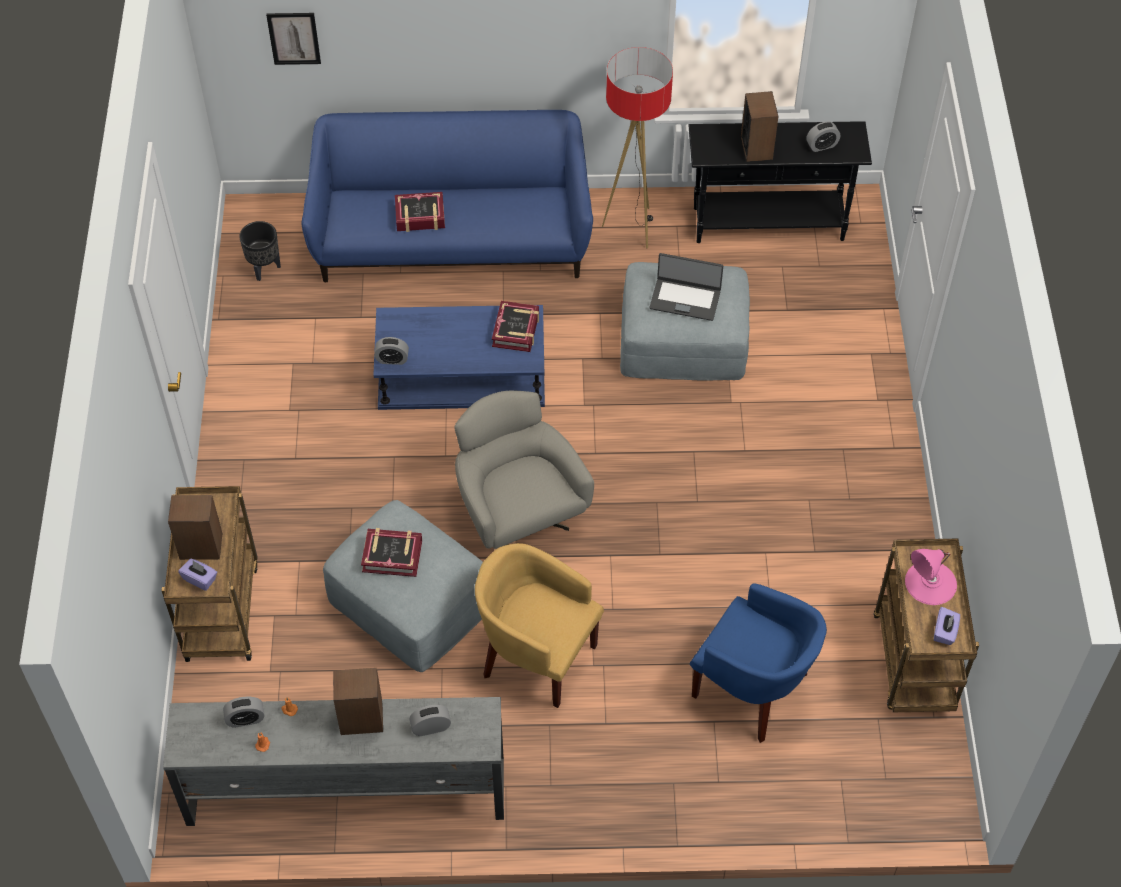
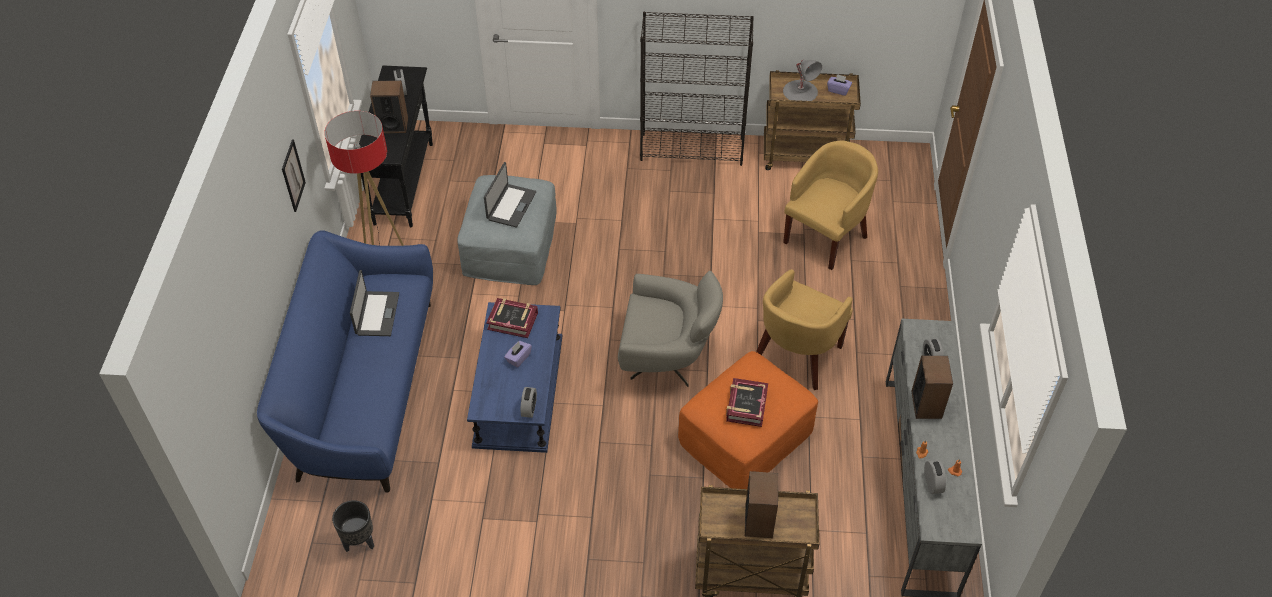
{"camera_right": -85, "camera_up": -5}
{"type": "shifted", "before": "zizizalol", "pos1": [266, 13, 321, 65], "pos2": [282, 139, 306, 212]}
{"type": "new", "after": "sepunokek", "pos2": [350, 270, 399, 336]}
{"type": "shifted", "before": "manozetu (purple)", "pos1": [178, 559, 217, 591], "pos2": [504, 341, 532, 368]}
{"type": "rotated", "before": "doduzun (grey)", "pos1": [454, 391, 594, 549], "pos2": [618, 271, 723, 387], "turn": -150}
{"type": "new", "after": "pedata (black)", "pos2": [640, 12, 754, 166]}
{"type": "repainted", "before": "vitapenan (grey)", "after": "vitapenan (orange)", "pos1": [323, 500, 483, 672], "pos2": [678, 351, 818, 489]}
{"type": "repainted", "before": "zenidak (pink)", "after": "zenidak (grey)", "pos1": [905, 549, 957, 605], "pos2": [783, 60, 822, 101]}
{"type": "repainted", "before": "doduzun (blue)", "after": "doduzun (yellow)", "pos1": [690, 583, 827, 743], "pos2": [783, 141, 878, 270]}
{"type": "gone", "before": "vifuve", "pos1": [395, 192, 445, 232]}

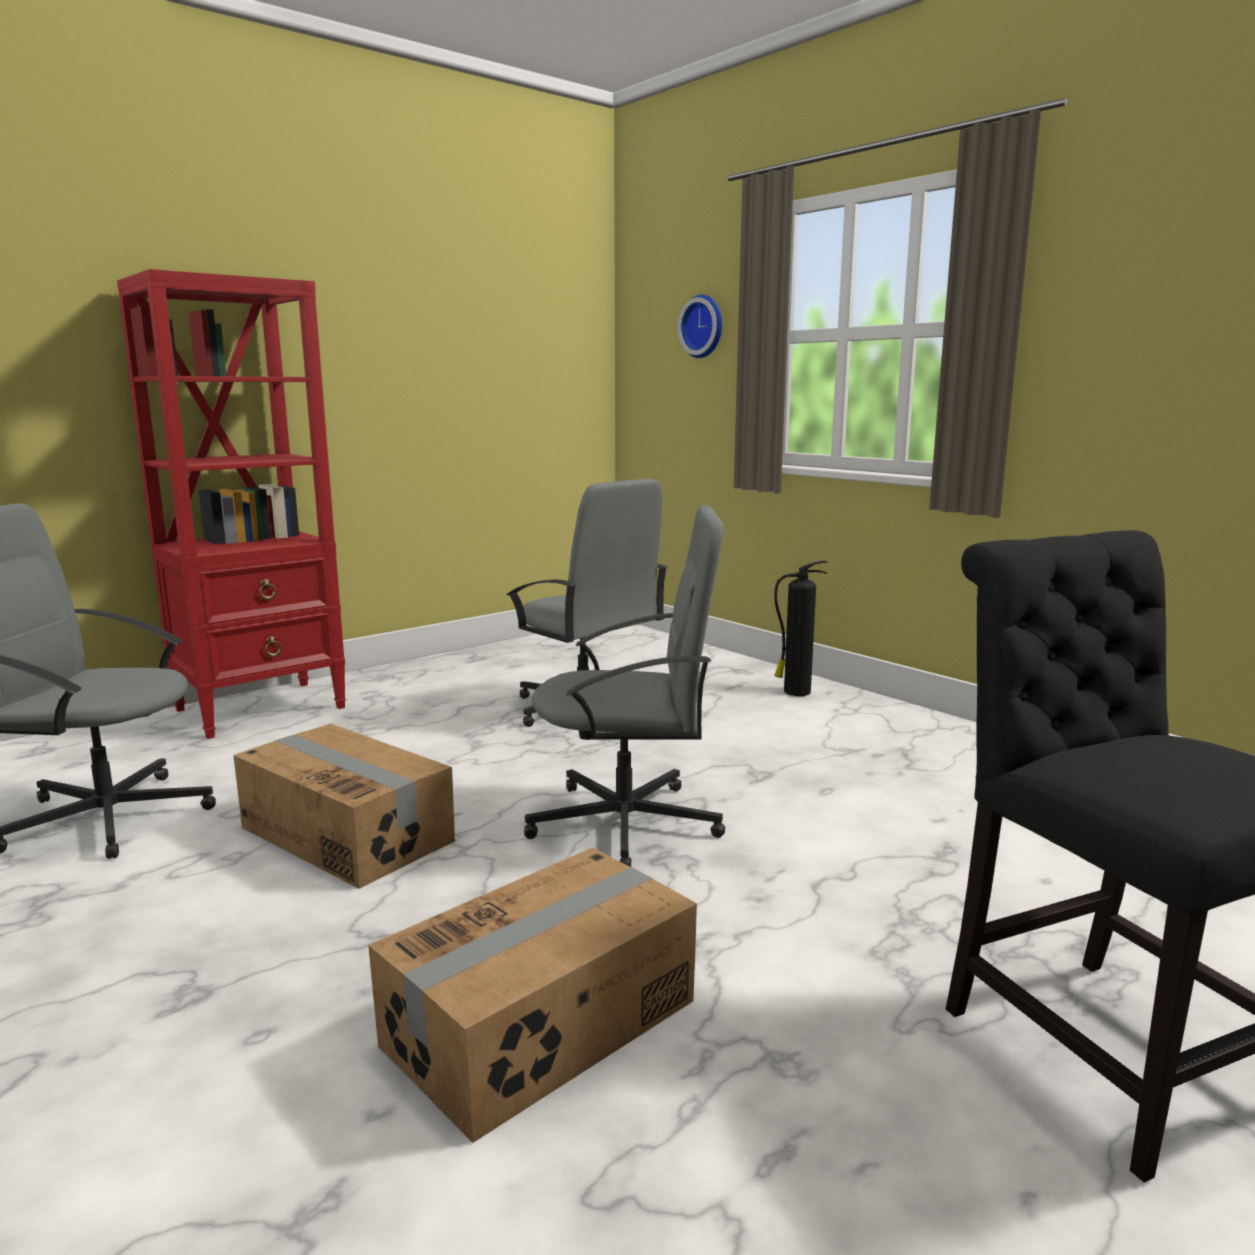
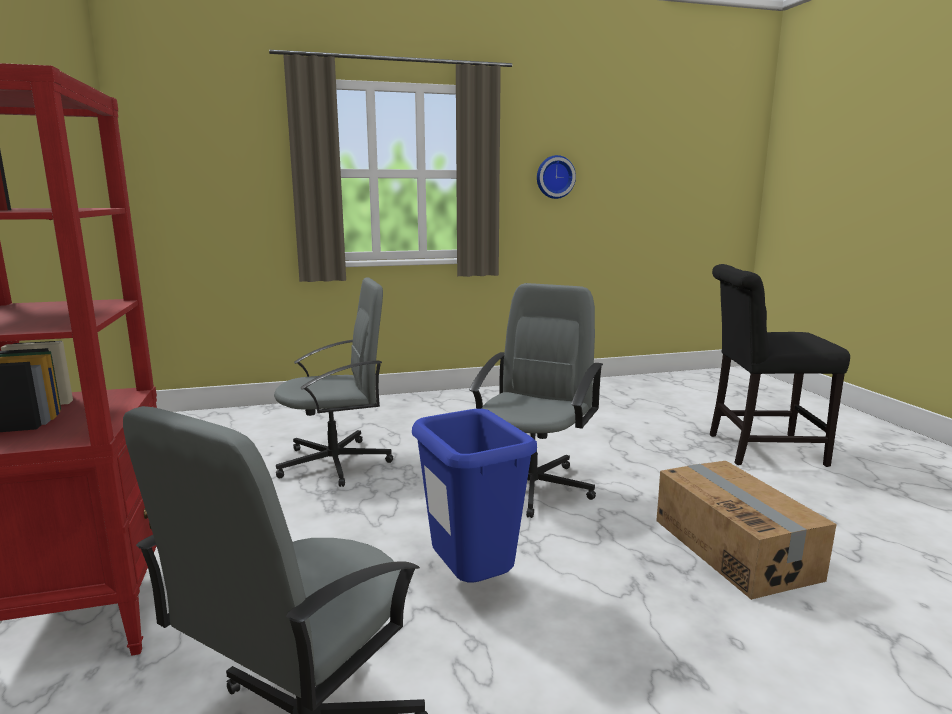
{"camera_right": -65, "camera_up": 0}
{"type": "swapped", "before": "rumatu", "after": "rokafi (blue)", "pos1": [233, 724, 455, 889], "pos2": [412, 409, 537, 583]}
{"type": "shifted", "before": "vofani", "pos1": [677, 294, 722, 358], "pos2": [537, 155, 576, 199]}
{"type": "gone", "before": "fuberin", "pos1": [774, 561, 827, 696]}

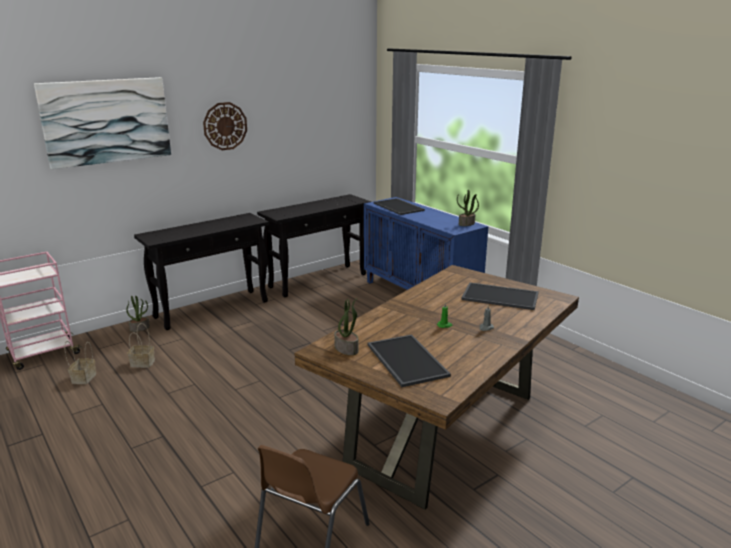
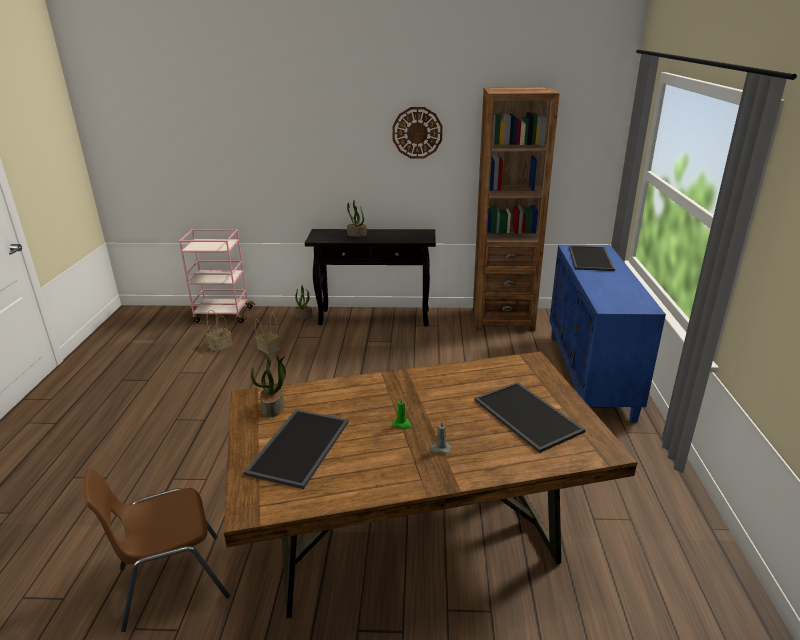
{"camera_right": 40, "camera_up": 5}
{"type": "shifted", "before": "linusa", "pos1": [457, 190, 479, 226], "pos2": [347, 200, 367, 237]}
{"type": "swapped", "before": "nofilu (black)", "after": "pedata (brown)", "pos1": [257, 194, 371, 298], "pos2": [473, 87, 560, 331]}
{"type": "gone", "before": "zizizalol", "pos1": [34, 77, 171, 169]}

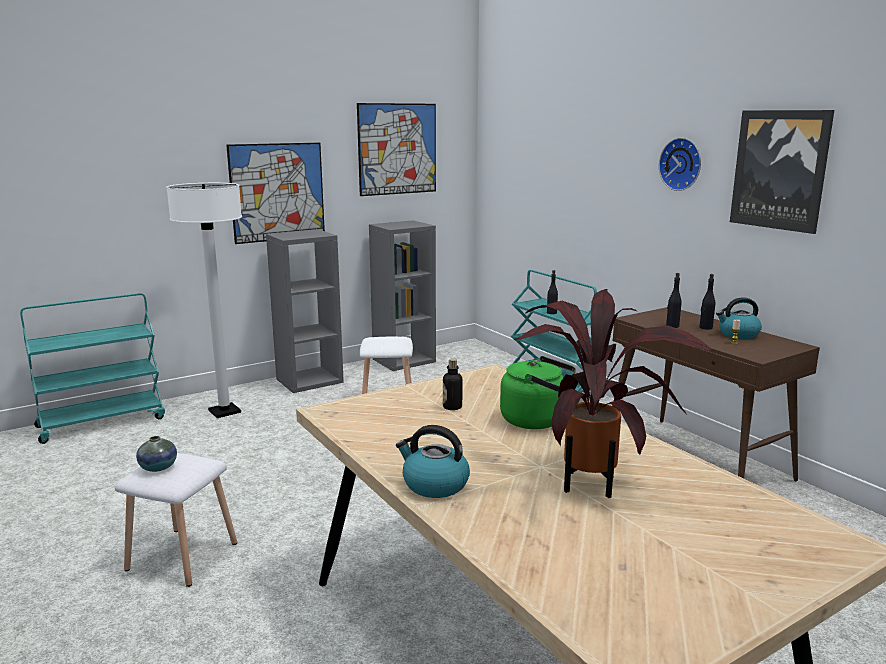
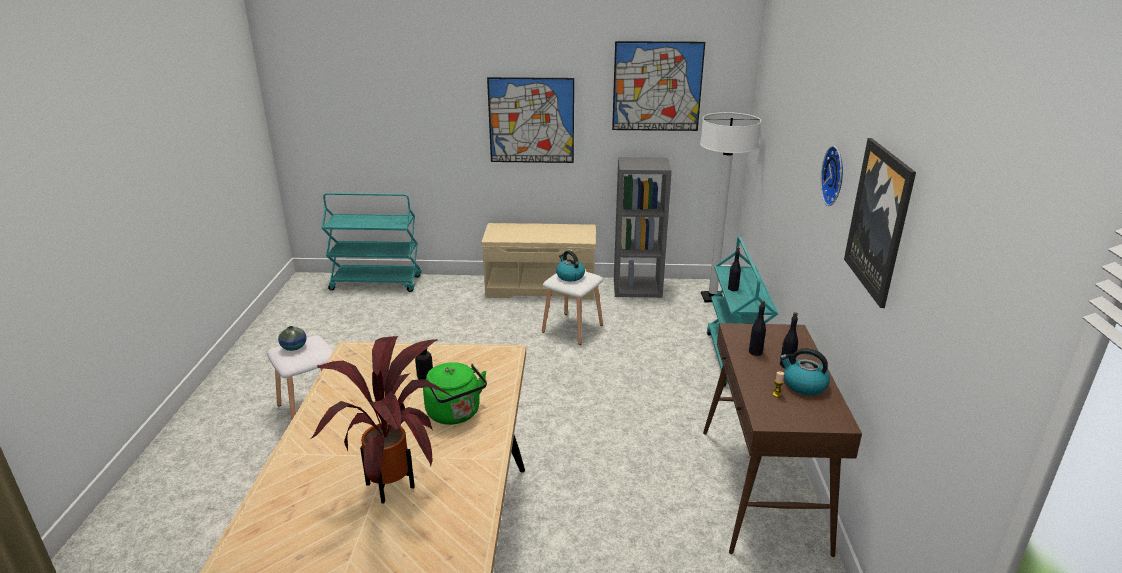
{"camera_right": 35, "camera_up": 10}
{"type": "swapped", "before": "pedata (grey)", "after": "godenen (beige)", "pos1": [266, 229, 344, 393], "pos2": [482, 223, 596, 300]}
{"type": "shifted", "before": "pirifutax", "pos1": [396, 425, 470, 498], "pos2": [556, 250, 585, 281]}
{"type": "shifted", "before": "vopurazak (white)", "pos1": [166, 183, 242, 418], "pos2": [700, 112, 761, 302]}

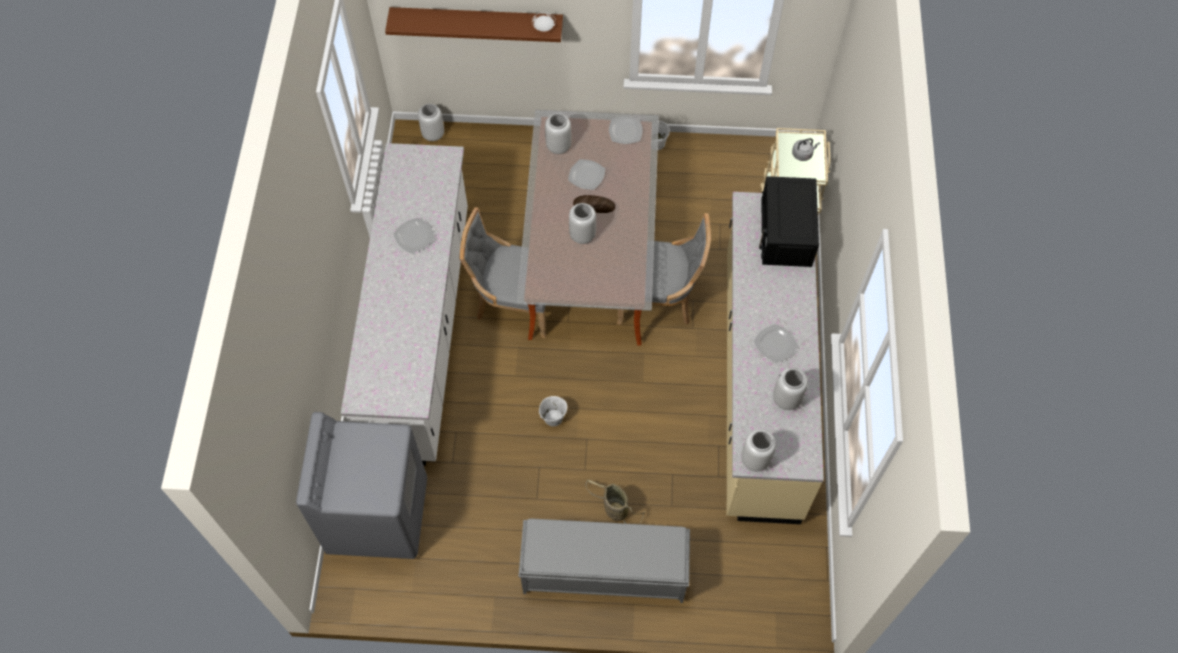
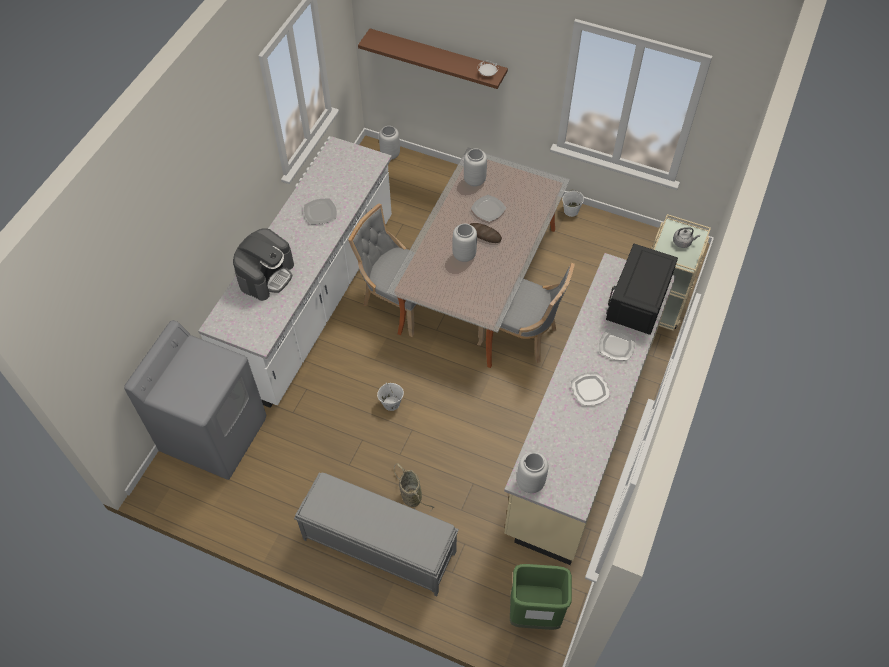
{"camera_right": 20, "camera_up": -5}
{"type": "new", "after": "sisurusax", "pos2": [233, 228, 294, 301]}
{"type": "new", "after": "rokafi (green)", "pos2": [510, 564, 572, 630]}
{"type": "shifted", "before": "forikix", "pos1": [609, 116, 643, 144], "pos2": [599, 329, 635, 360]}
{"type": "gone", "before": "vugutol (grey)", "pos1": [773, 368, 808, 410]}

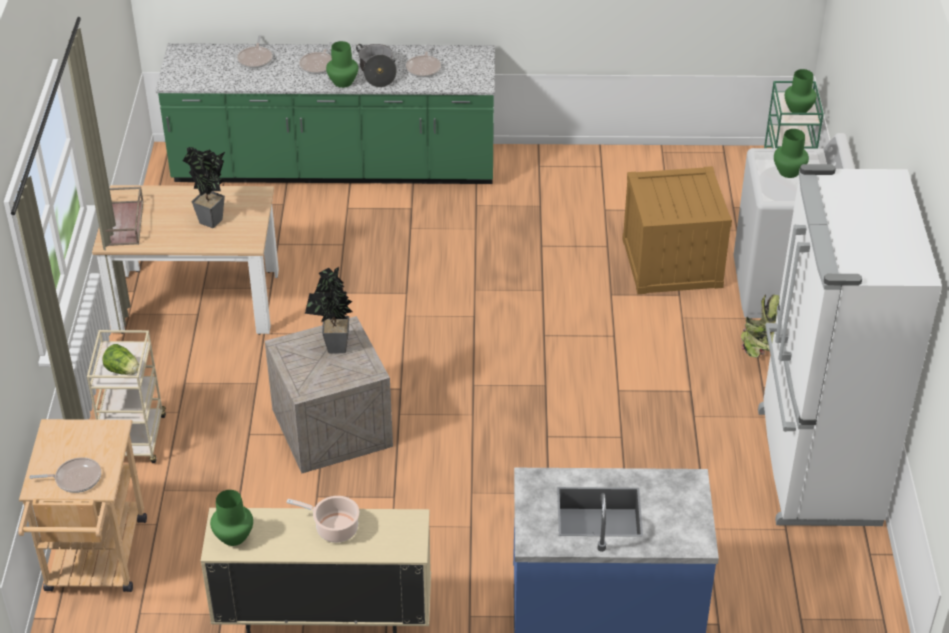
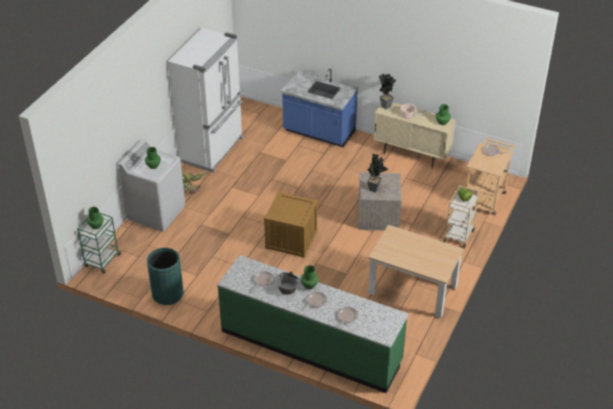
{"camera_right": -155, "camera_up": 0}
{"type": "new", "after": "rokafi (green)", "pos2": [147, 248, 184, 305]}
{"type": "shifted", "before": "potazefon", "pos1": [622, 166, 732, 294], "pos2": [264, 191, 318, 258]}
{"type": "shifted", "before": "linusa", "pos1": [183, 147, 225, 228], "pos2": [379, 74, 396, 109]}
{"type": "gone", "before": "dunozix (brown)", "pos1": [105, 186, 144, 246]}

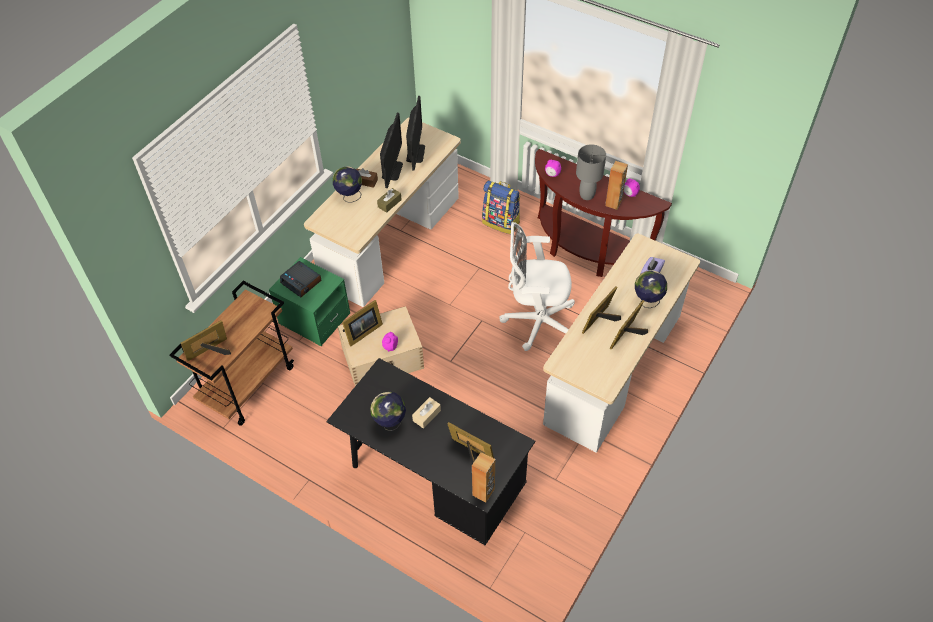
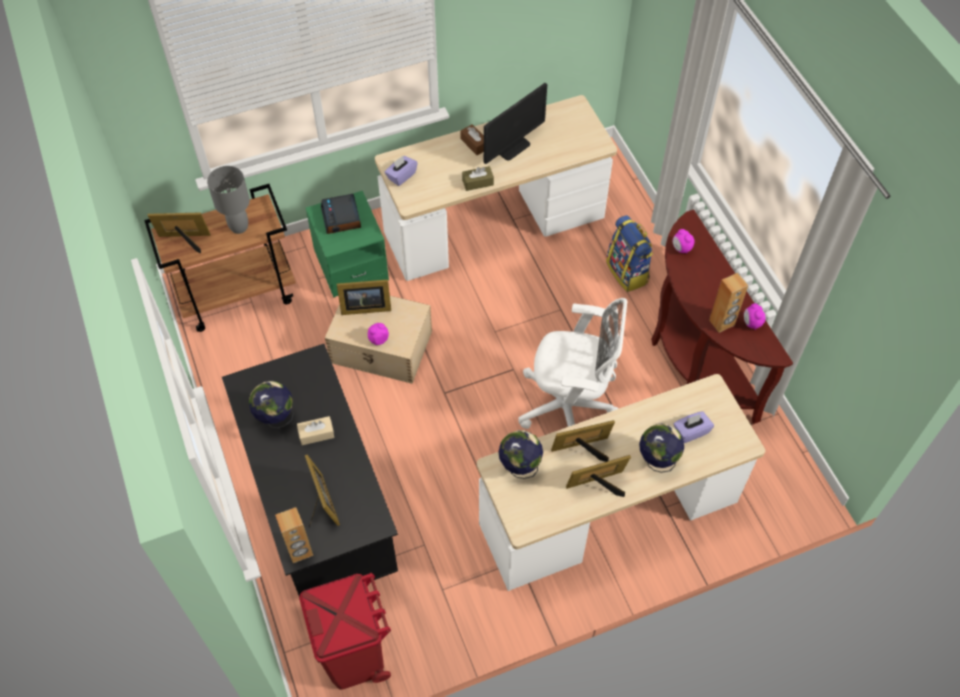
{"camera_right": 35, "camera_up": 5}
{"type": "shifted", "before": "zenidak (grey)", "pos1": [576, 144, 606, 200], "pos2": [207, 166, 250, 234]}
{"type": "new", "after": "rokafi (red)", "pos2": [299, 573, 391, 690]}
{"type": "new", "after": "manozetu (purple)", "pos2": [385, 156, 418, 186]}
{"type": "shifted", "before": "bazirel", "pos1": [333, 166, 362, 202], "pos2": [499, 430, 543, 479]}
{"type": "rotated", "before": "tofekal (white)", "pos1": [499, 222, 575, 351], "pos2": [518, 298, 627, 429], "turn": 150}
{"type": "gone", "before": "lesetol", "pos1": [406, 96, 425, 171]}

